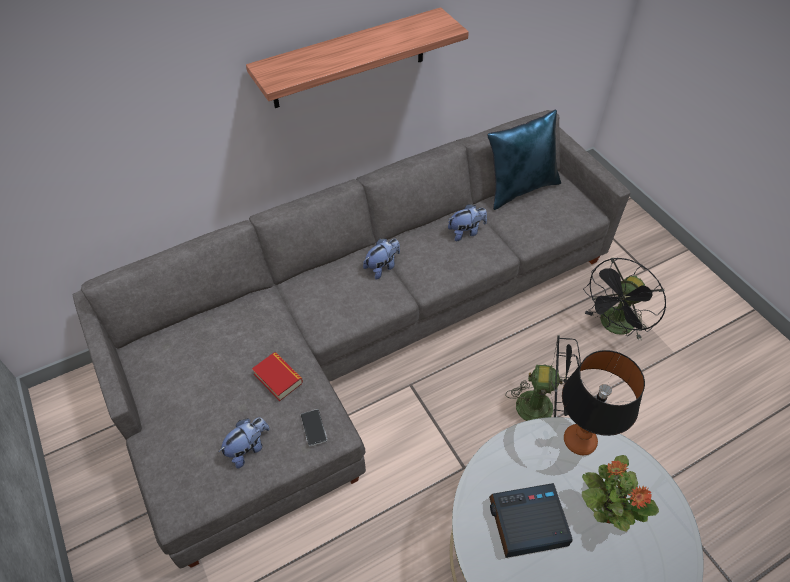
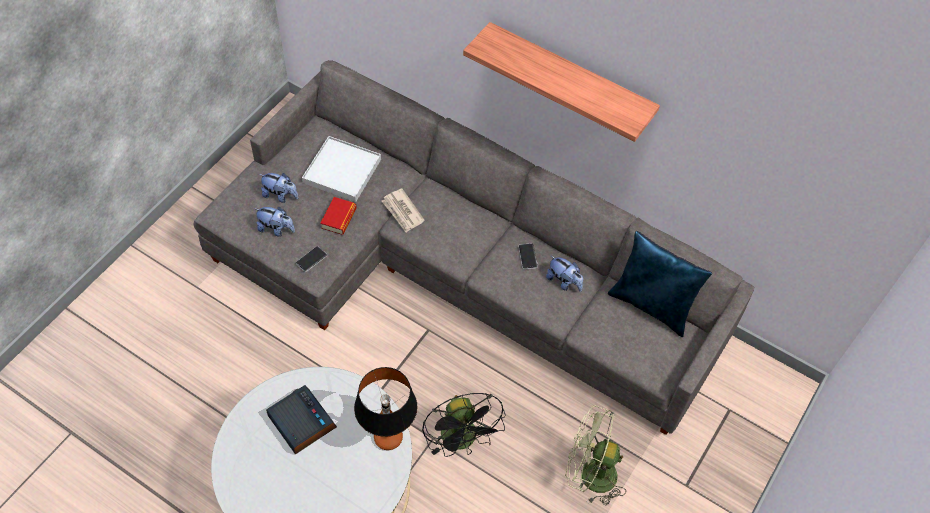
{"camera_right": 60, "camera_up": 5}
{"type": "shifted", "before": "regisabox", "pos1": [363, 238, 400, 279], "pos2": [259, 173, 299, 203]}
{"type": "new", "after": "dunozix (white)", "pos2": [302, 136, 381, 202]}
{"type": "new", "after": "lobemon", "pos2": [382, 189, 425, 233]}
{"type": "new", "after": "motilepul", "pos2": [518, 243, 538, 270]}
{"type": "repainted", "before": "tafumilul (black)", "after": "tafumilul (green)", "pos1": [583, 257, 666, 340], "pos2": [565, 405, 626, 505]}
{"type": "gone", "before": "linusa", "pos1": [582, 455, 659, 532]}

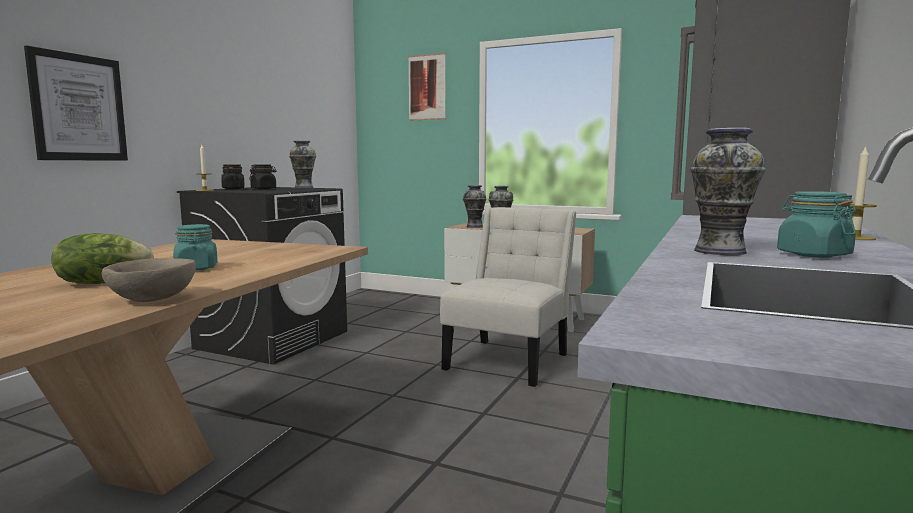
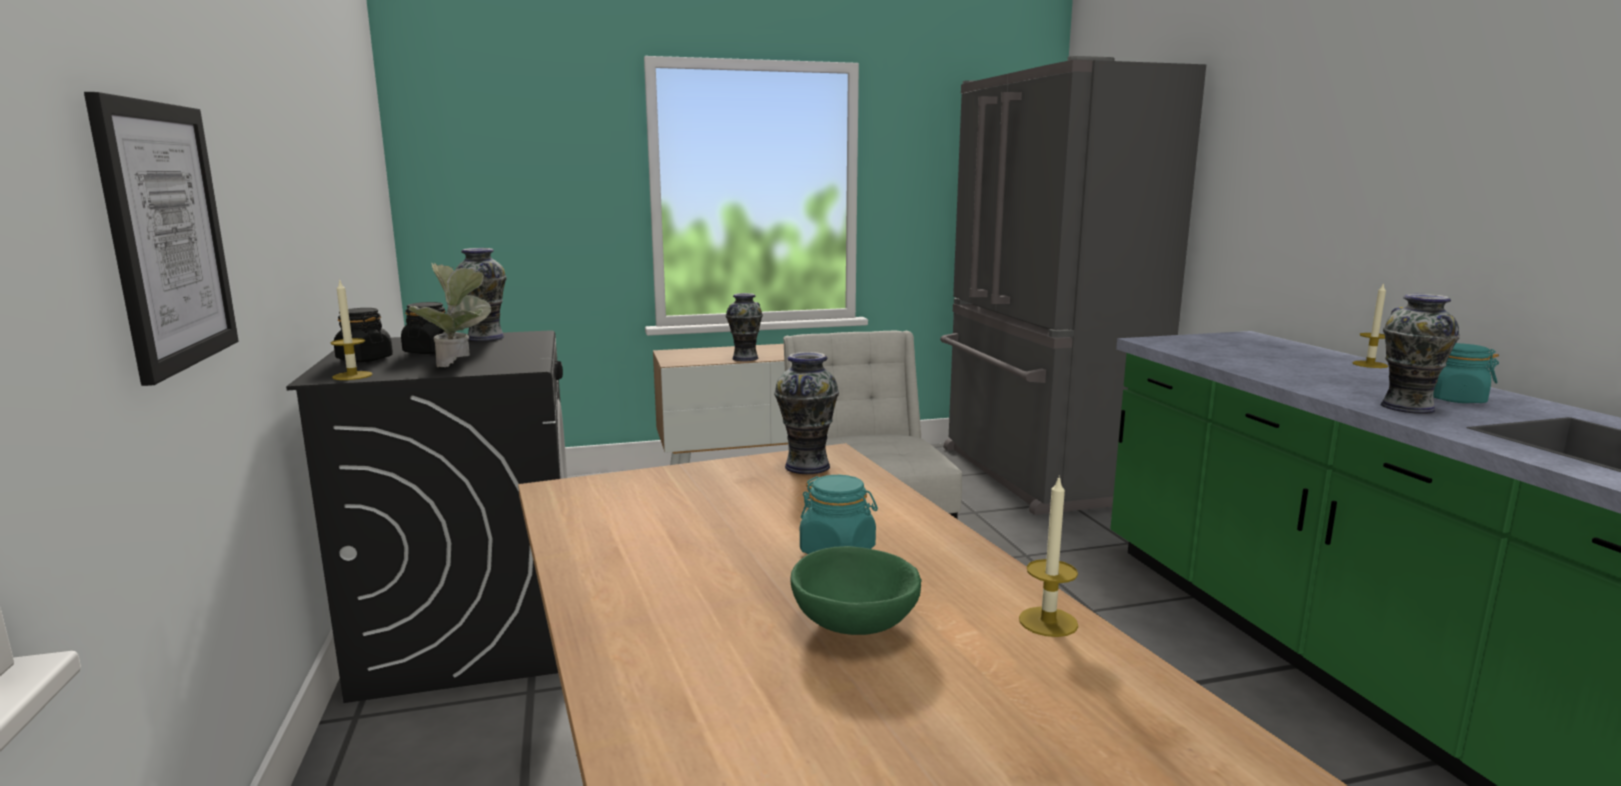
{"camera_right": -40, "camera_up": 5}
{"type": "new", "after": "linusa", "pos2": [408, 262, 491, 367]}
{"type": "shifted", "before": "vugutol", "pos1": [463, 185, 487, 228], "pos2": [774, 352, 839, 474]}
{"type": "swapped", "before": "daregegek", "after": "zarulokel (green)", "pos1": [51, 233, 154, 284], "pos2": [790, 546, 922, 635]}
{"type": "swapped", "before": "zarulokel (beige)", "after": "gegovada", "pos1": [102, 258, 196, 302], "pos2": [1019, 476, 1078, 637]}
{"type": "gone", "before": "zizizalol", "pos1": [408, 53, 446, 121]}

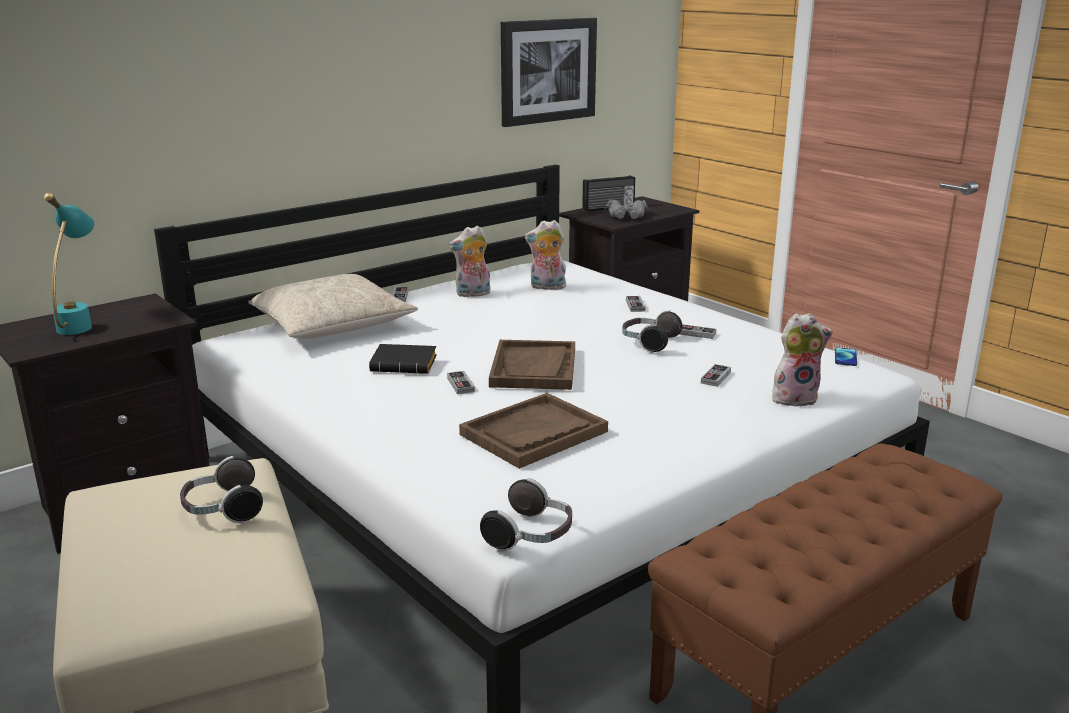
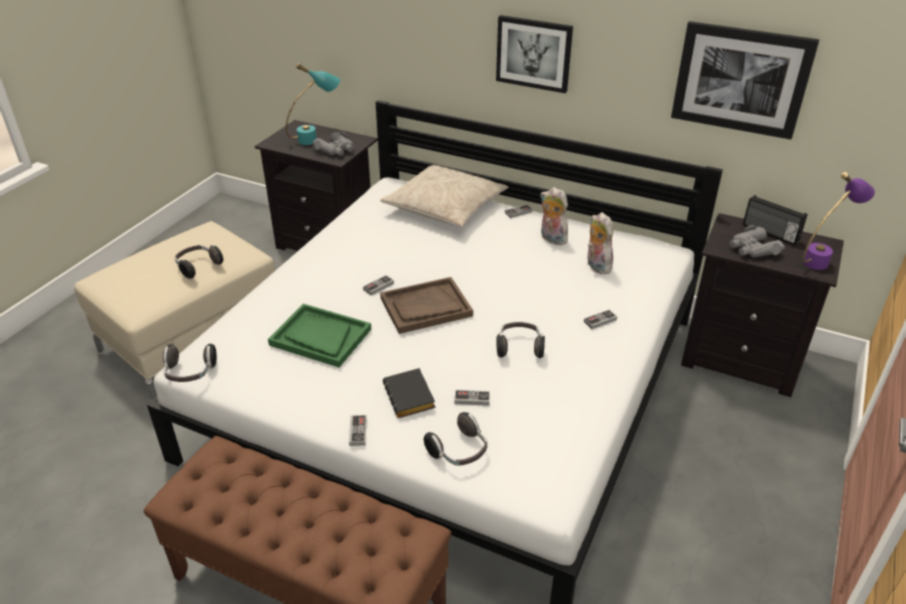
{"camera_right": 65, "camera_up": 15}
{"type": "repainted", "before": "dunozix (brown)", "after": "dunozix (green)", "pos1": [459, 393, 608, 469], "pos2": [268, 304, 371, 368]}
{"type": "new", "after": "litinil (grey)", "pos2": [312, 131, 354, 156]}
{"type": "shifted", "before": "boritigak", "pos1": [679, 324, 716, 339], "pos2": [349, 415, 366, 446]}
{"type": "shifted", "before": "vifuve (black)", "pos1": [369, 344, 437, 374], "pos2": [383, 368, 436, 418]}
{"type": "swapped", "before": "regisabox", "after": "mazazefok", "pos1": [772, 313, 833, 407], "pos2": [424, 412, 487, 466]}
{"type": "new", "after": "zizizalol", "pos2": [496, 15, 573, 93]}
{"type": "new", "after": "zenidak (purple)", "pos2": [802, 172, 875, 270]}
{"type": "gone", "before": "motilepul", "pos1": [835, 348, 857, 366]}

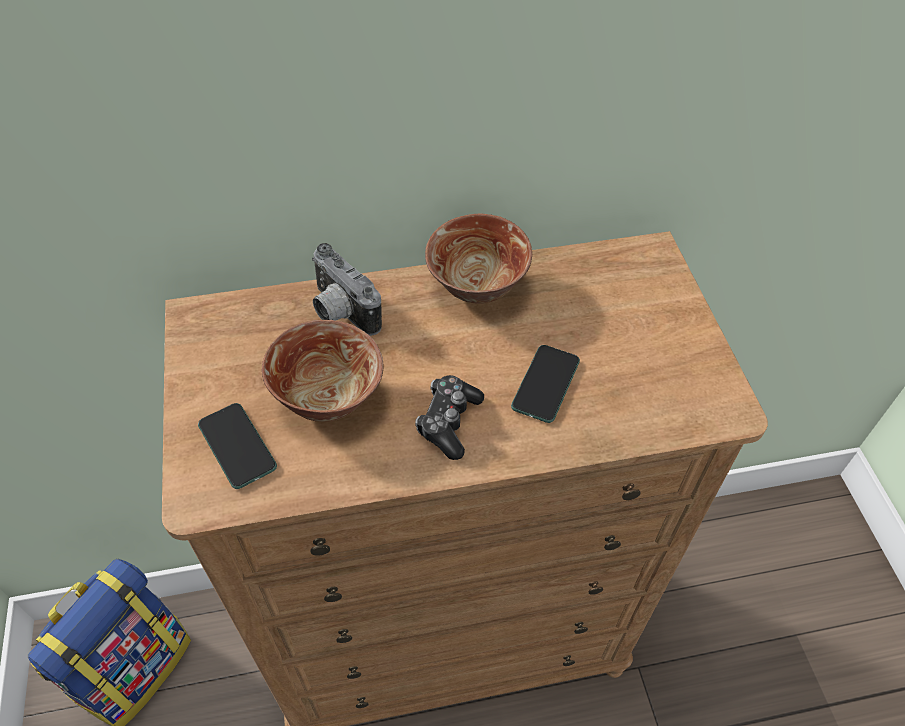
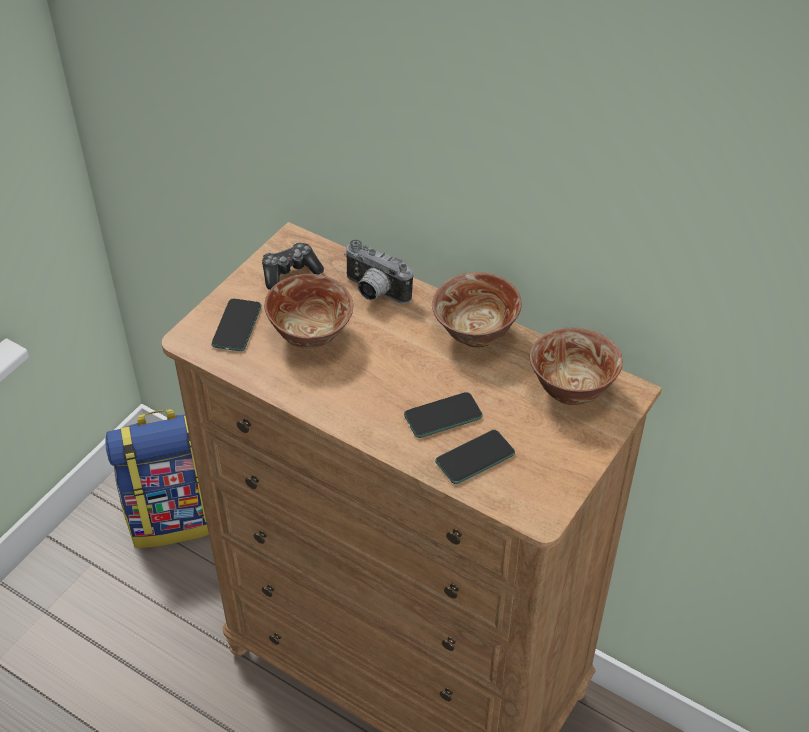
{"camera_right": 45, "camera_up": -5}
{"type": "shifted", "before": "boritigak", "pos1": [415, 375, 484, 460], "pos2": [262, 242, 324, 290]}
{"type": "rotated", "before": "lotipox", "pos1": [312, 243, 382, 336], "pos2": [344, 239, 413, 304], "turn": -60}
{"type": "new", "after": "motilepul", "pos2": [435, 430, 515, 484]}
{"type": "new", "after": "zarulokel", "pos2": [530, 328, 623, 405]}

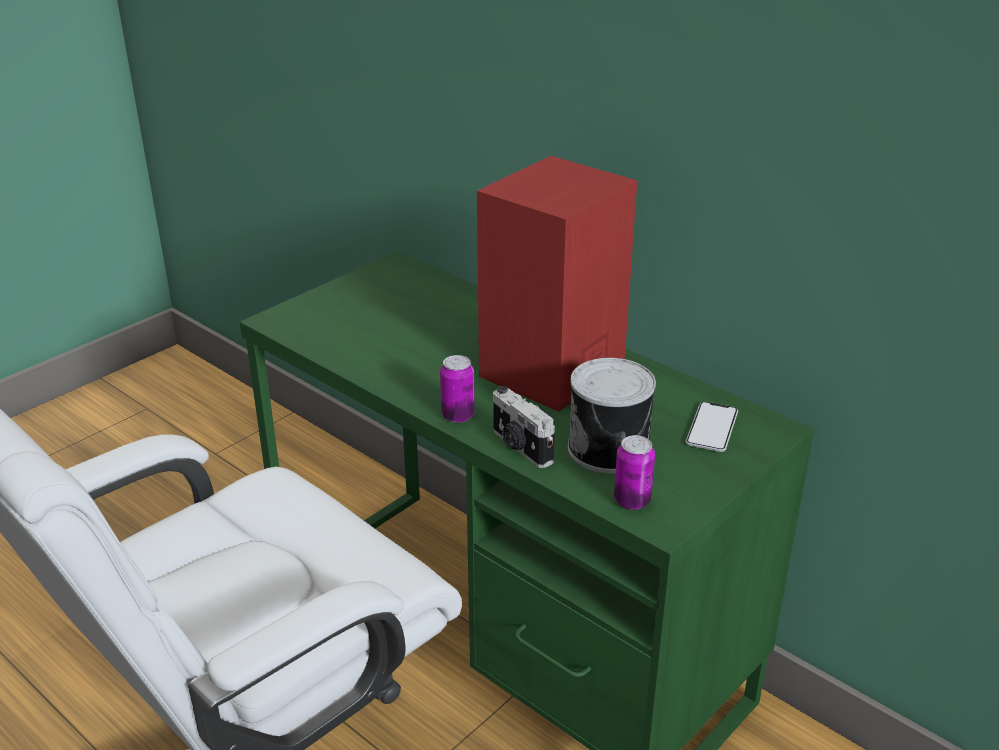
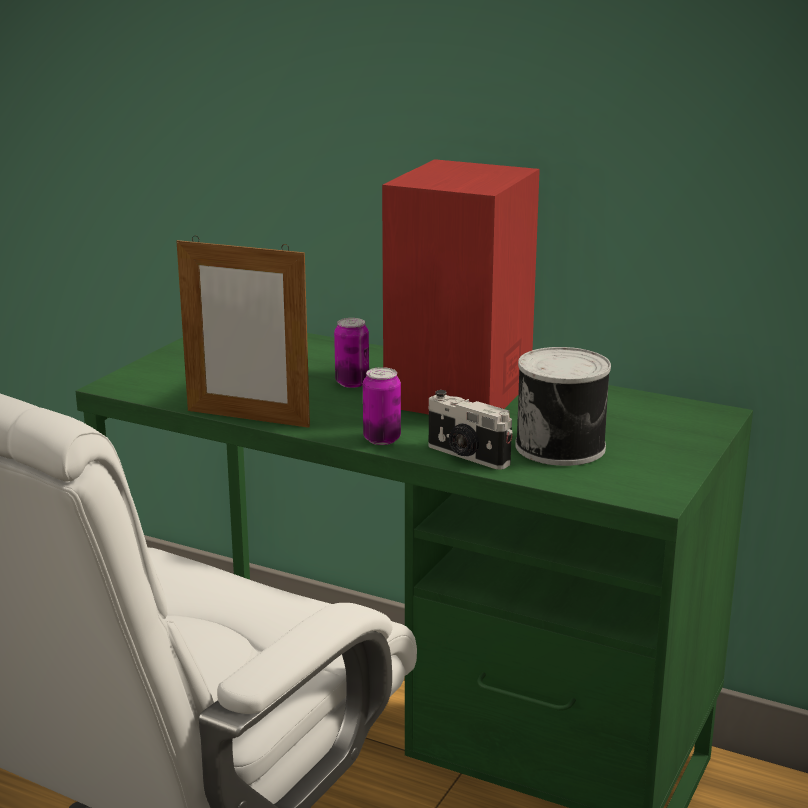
{"camera_right": -15, "camera_up": -10}
{"type": "new", "after": "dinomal", "pos2": [177, 236, 310, 428]}
{"type": "shifted", "before": "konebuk", "pos1": [614, 435, 655, 510], "pos2": [334, 318, 369, 388]}
{"type": "gone", "before": "motilepul", "pos1": [686, 402, 738, 452]}

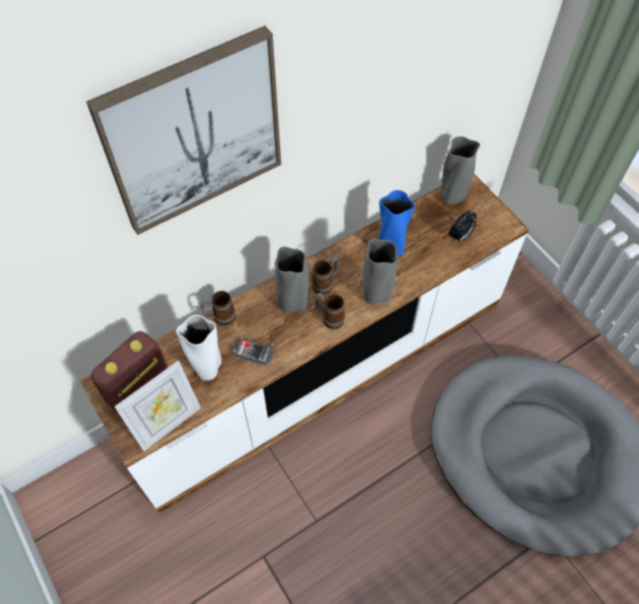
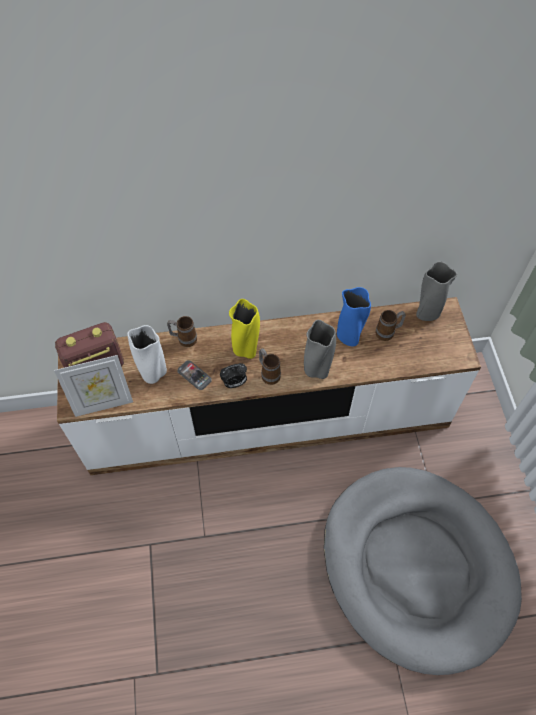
{"camera_right": 25, "camera_up": 0}
{"type": "shifted", "before": "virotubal", "pos1": [449, 211, 477, 243], "pos2": [220, 363, 247, 388]}
{"type": "repainted", "before": "vugutol (grey)", "after": "vugutol (yellow)", "pos1": [275, 247, 309, 313], "pos2": [229, 299, 260, 359]}
{"type": "shifted", "before": "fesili", "pos1": [312, 256, 339, 295], "pos2": [376, 310, 406, 341]}
{"type": "gone", "before": "zizizalol", "pos1": [86, 26, 281, 235]}

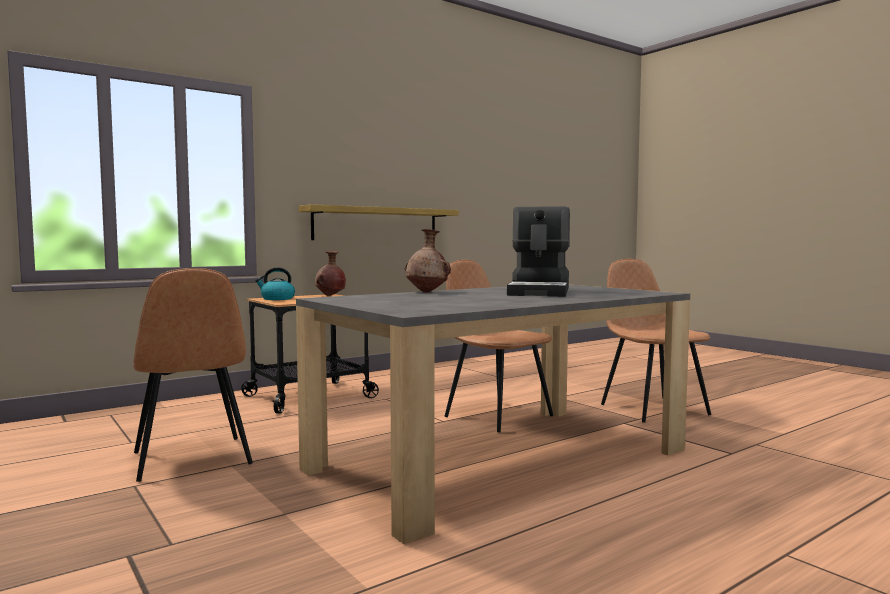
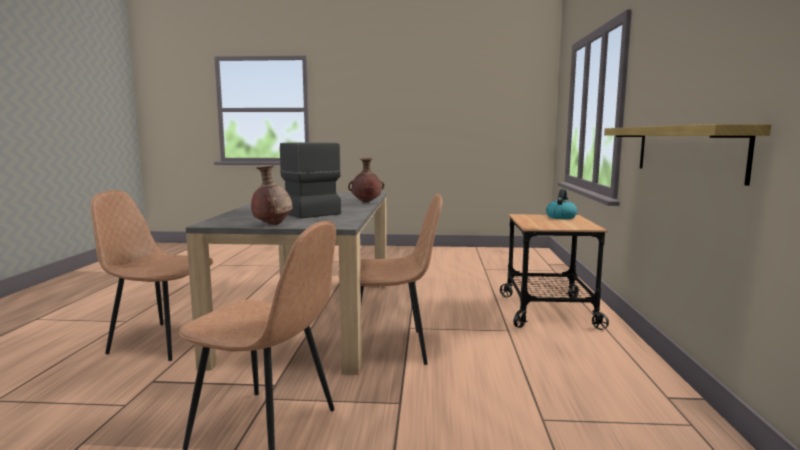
{"camera_right": 130, "camera_up": 5}
{"type": "shifted", "before": "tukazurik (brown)", "pos1": [133, 268, 253, 482], "pos2": [91, 190, 213, 361]}
{"type": "shifted", "before": "vugutol (brown)", "pos1": [315, 251, 346, 296], "pos2": [251, 165, 293, 225]}

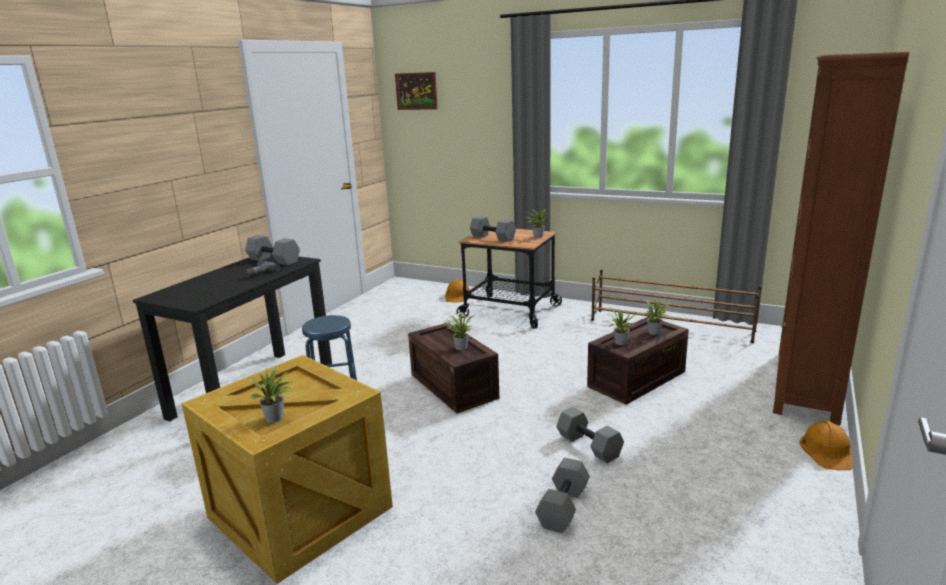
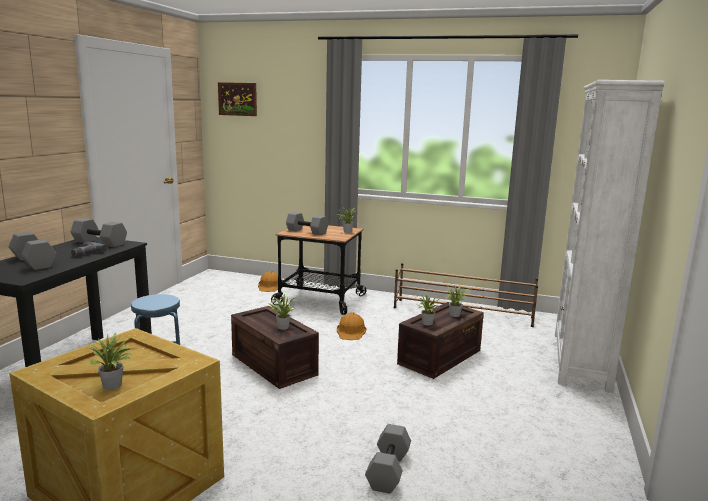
{"camera_right": -10, "camera_up": -5}
{"type": "shifted", "before": "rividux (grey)", "pos1": [556, 407, 624, 463], "pos2": [9, 232, 57, 270]}
{"type": "shifted", "before": "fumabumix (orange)", "pos1": [799, 421, 853, 470], "pos2": [337, 312, 366, 340]}
{"type": "repainted", "before": "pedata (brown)", "after": "pedata (white)", "pos1": [773, 52, 909, 426], "pos2": [555, 80, 665, 393]}

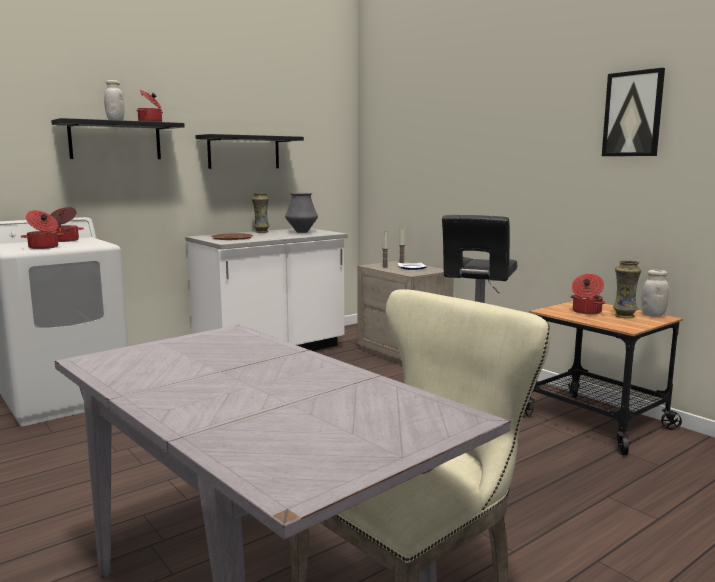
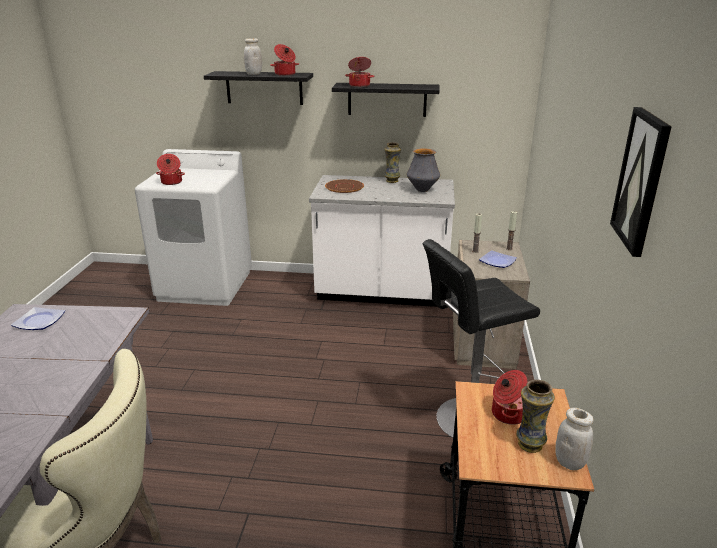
{"camera_right": 45, "camera_up": 15}
{"type": "new", "after": "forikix", "pos2": [11, 307, 65, 330]}
{"type": "shifted", "before": "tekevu", "pos1": [50, 207, 84, 242], "pos2": [345, 57, 374, 87]}

